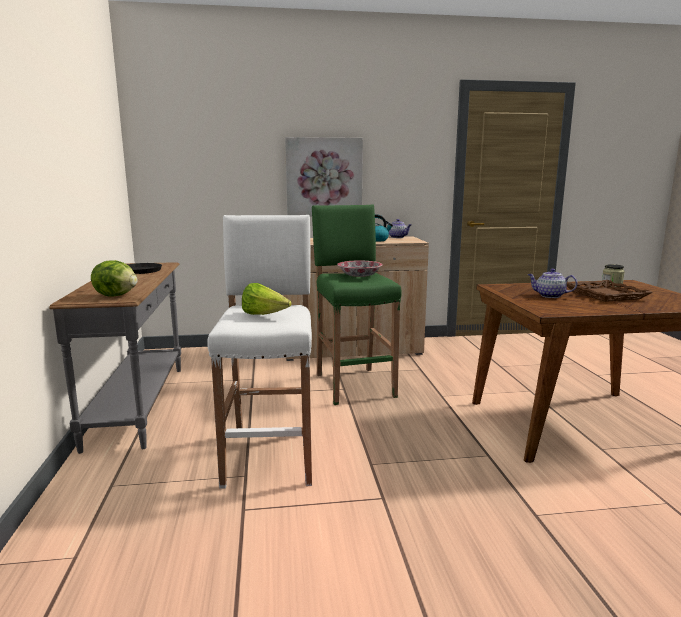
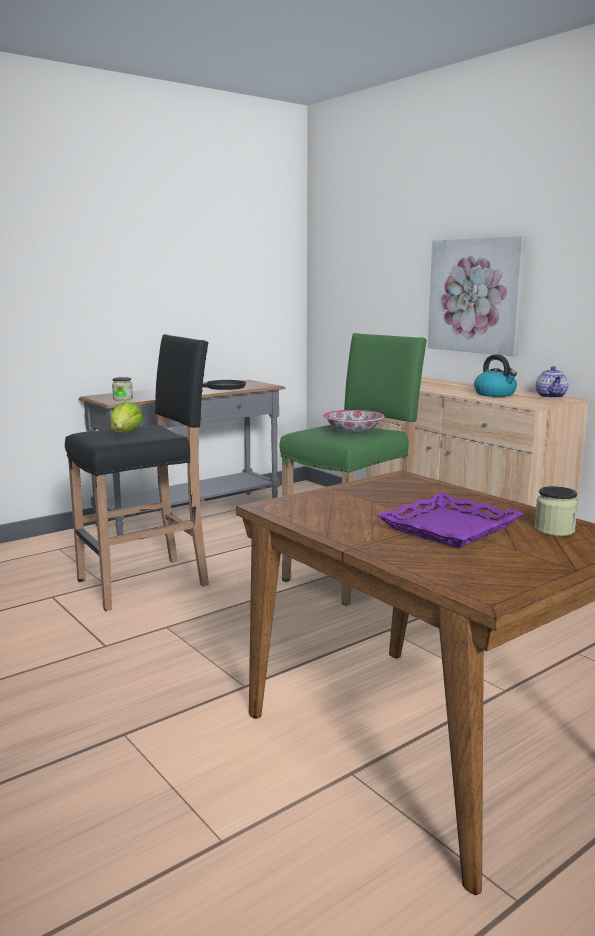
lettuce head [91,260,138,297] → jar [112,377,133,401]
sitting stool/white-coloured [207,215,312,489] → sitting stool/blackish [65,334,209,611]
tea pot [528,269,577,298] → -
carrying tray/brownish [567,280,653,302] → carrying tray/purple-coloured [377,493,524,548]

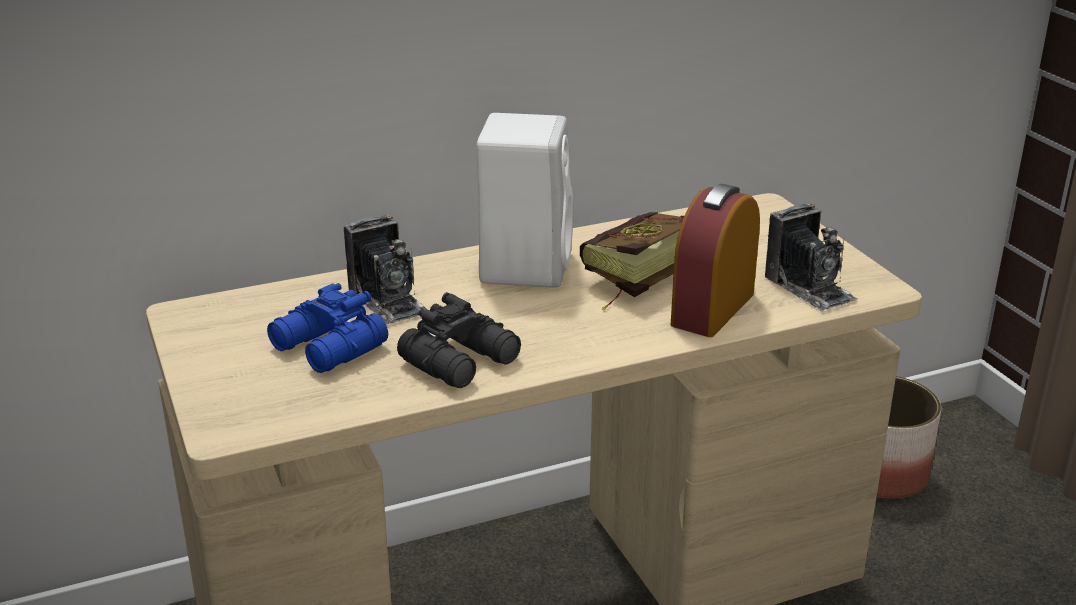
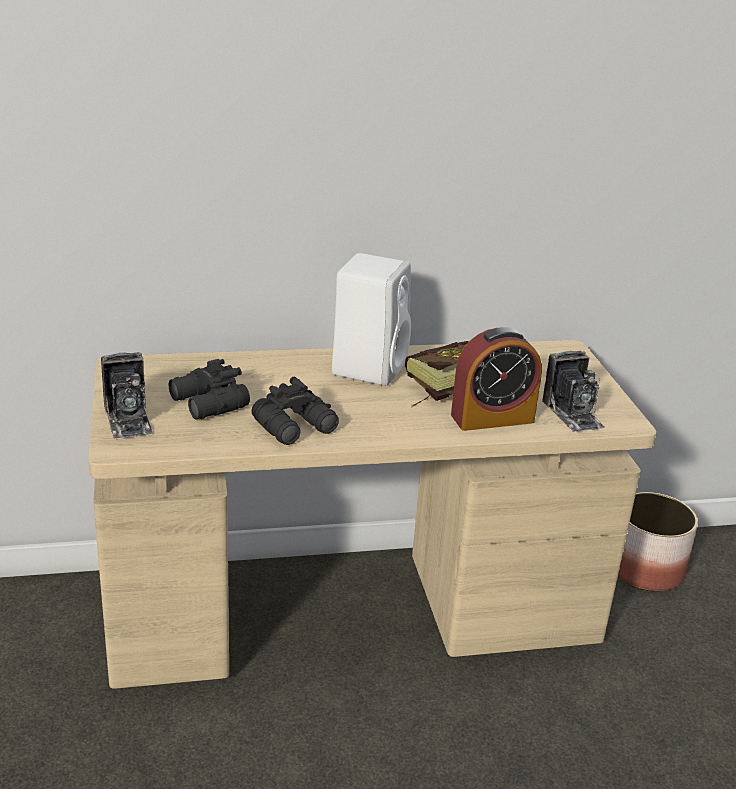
binoculars/bluish [267,283,388,373] → binoculars/blackish [169,359,250,420]
photo camera [344,215,427,325] → photo camera [101,352,153,439], move
bedside clock [671,184,760,337] → bedside clock [451,327,542,431], 150 degrees counterclockwise

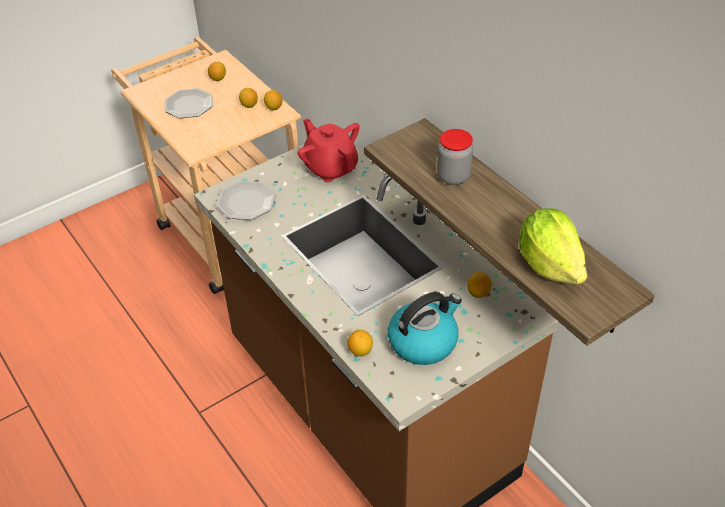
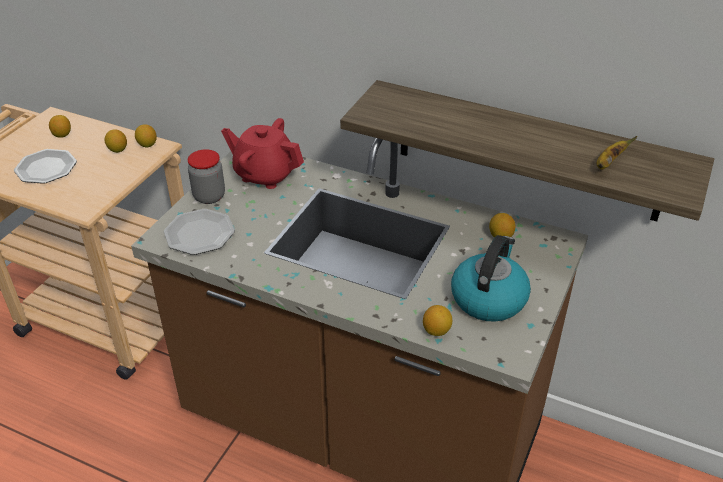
jar [437,129,473,185] → jar [188,149,225,204], move
lettuce head [519,208,587,284] → banana fruit [596,136,637,169]

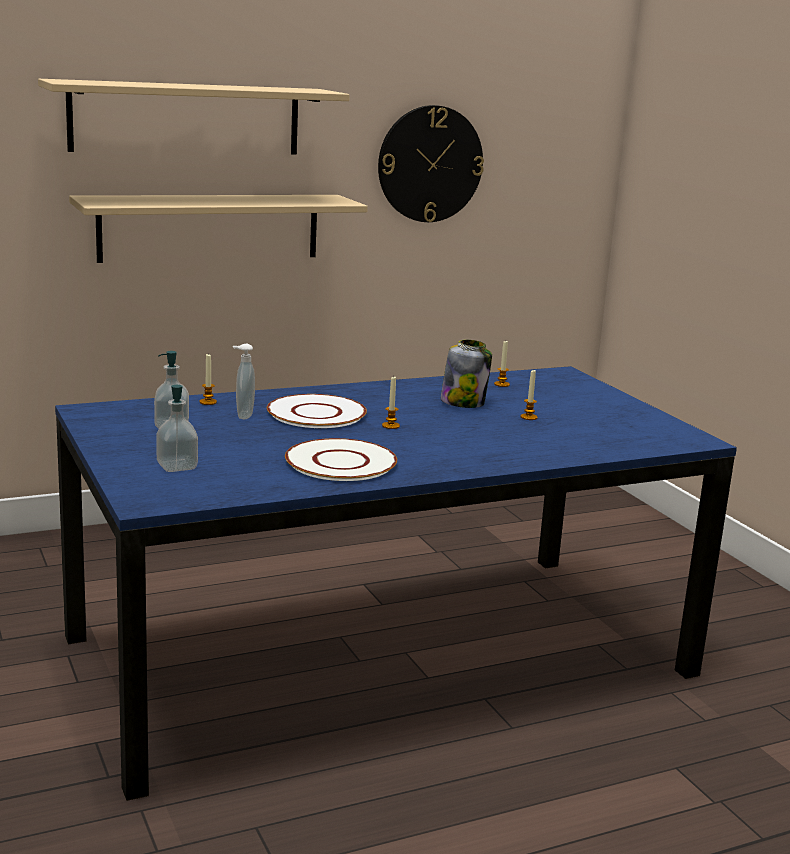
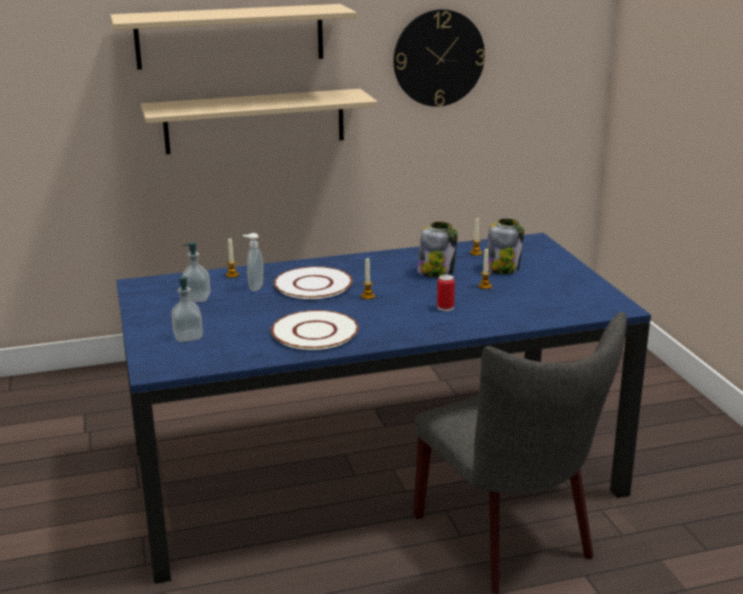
- → chair/gray [413,312,627,594]
- → metal can [437,275,455,311]
- → jar [486,219,524,274]

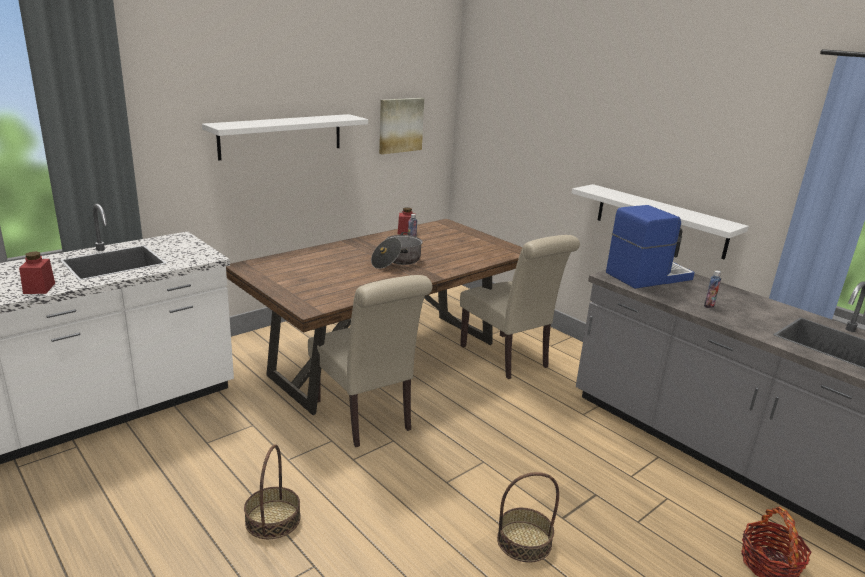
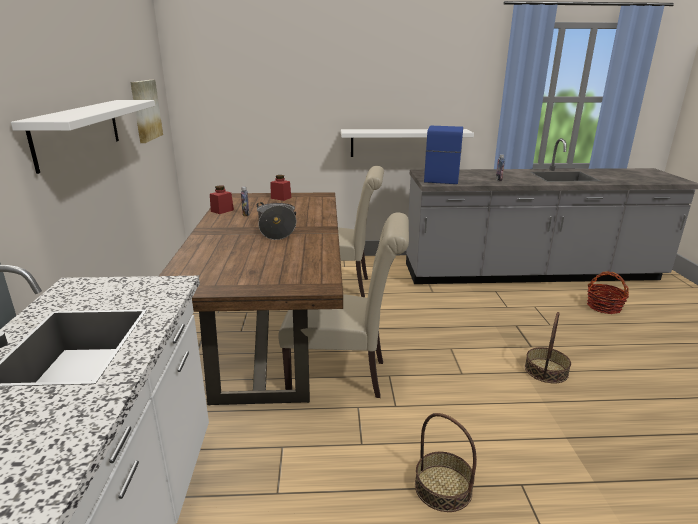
jar/red [19,252,55,294] → jar/red [271,175,291,201], move

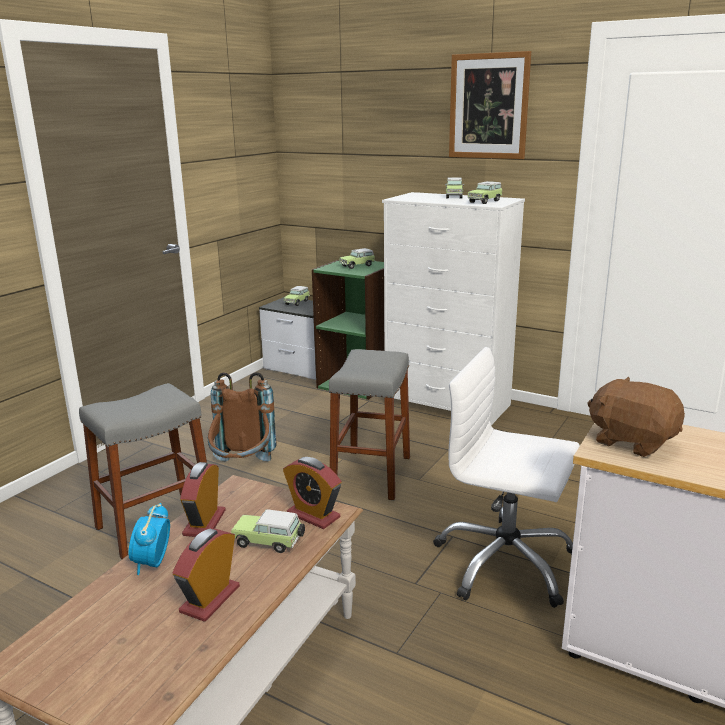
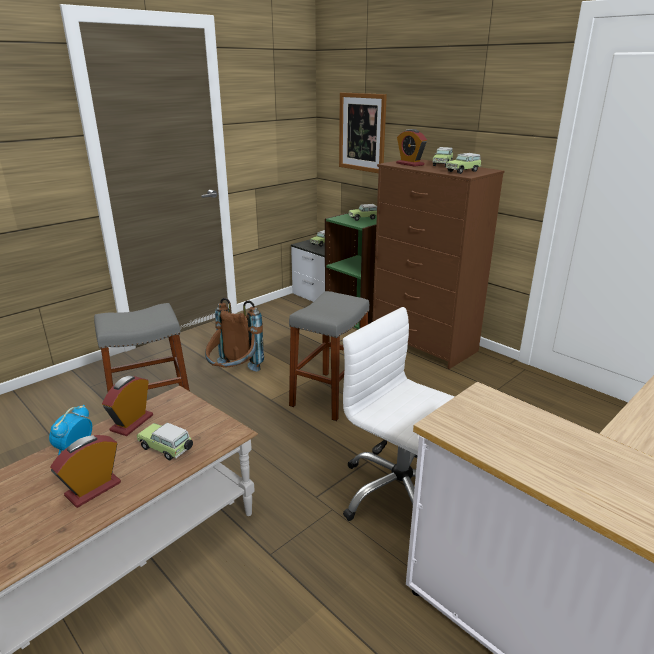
bedside clock [283,457,341,529] → bedside clock [396,129,427,167], move
dresser/white-coloured [382,192,525,425] → dresser/brownish [372,159,504,369]
picture [449,51,531,159] → picture [339,92,387,173], move
plush toy/brownish [587,377,685,457] → -

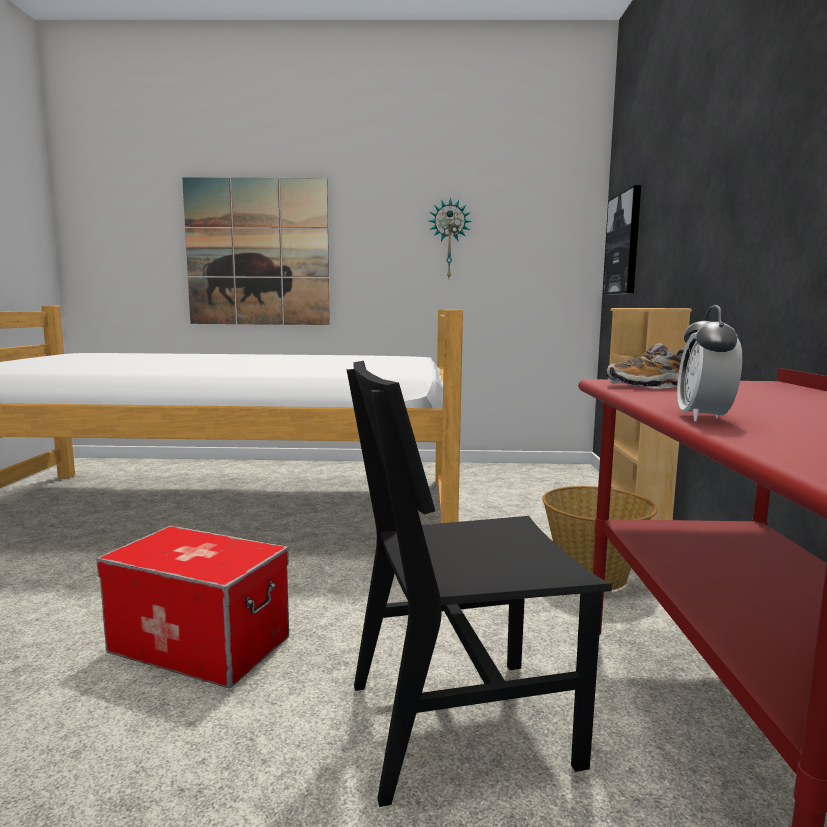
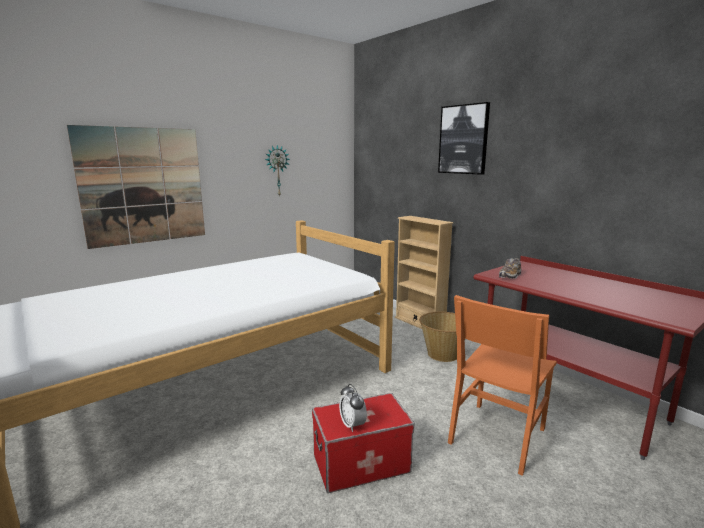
chair/blackish [347,361,612,807] → chair/orange-coloured [448,295,557,476]
picture [602,185,641,295] → picture [438,102,490,175], move
bedside clock [677,305,743,422] → bedside clock [339,384,367,432], move

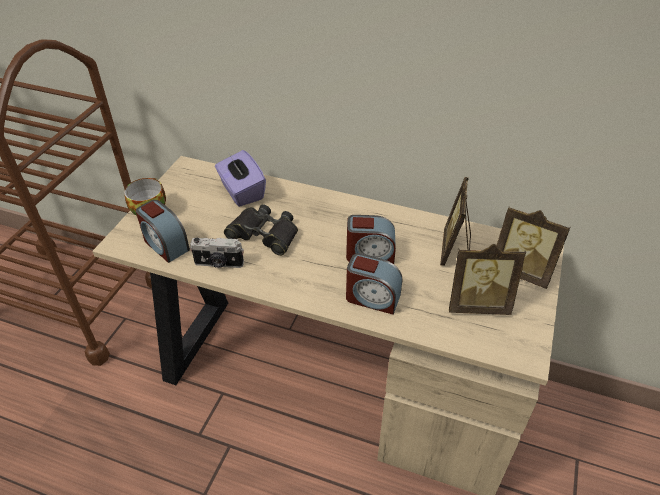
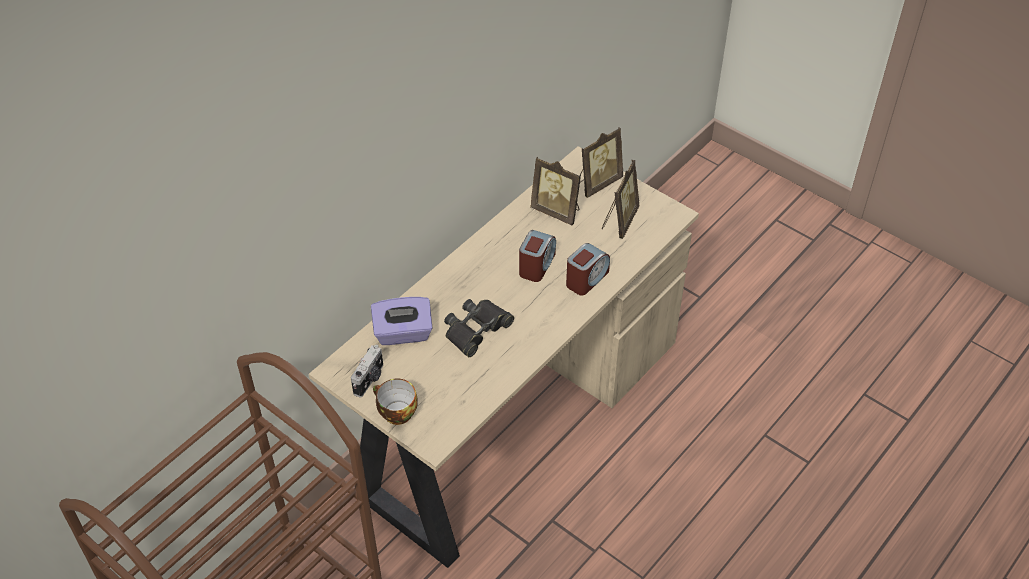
bedside clock [136,200,190,263] → -
photo camera [190,238,244,268] → photo camera [351,345,383,398], move

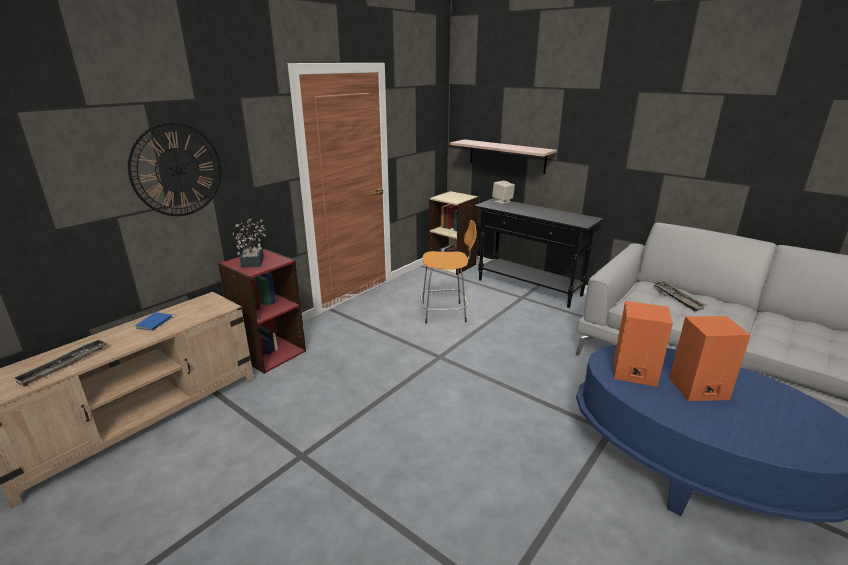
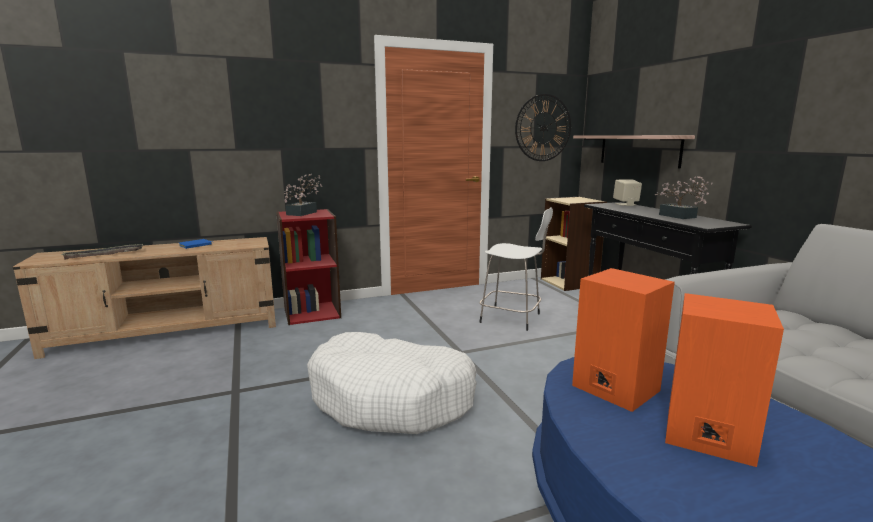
hanging clock [128,122,221,216] → hanging clock [515,94,571,161], move
sitting stool/orange-coloured [420,220,477,324] → sitting stool/white-coloured [479,207,553,331]
carrying tray [653,281,707,311] → -
- → pet bed/white-coloured [307,332,477,434]
- → potted plant [655,176,713,219]

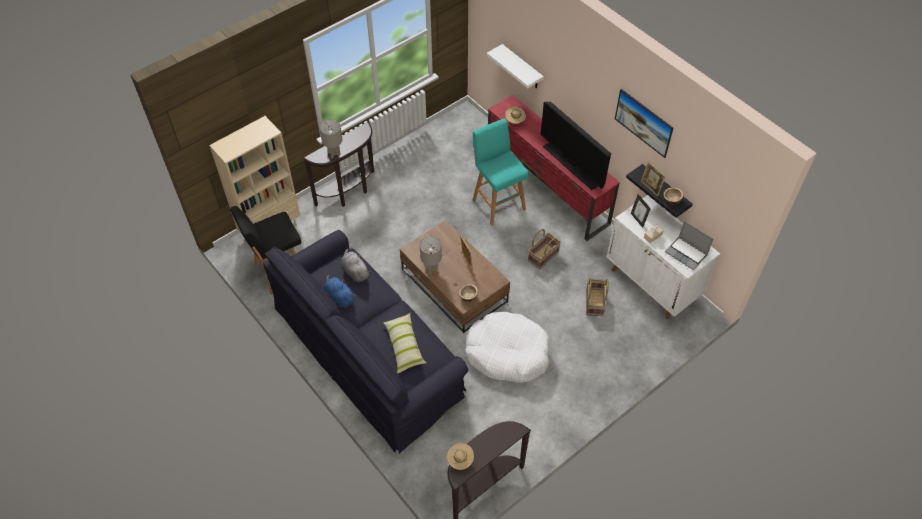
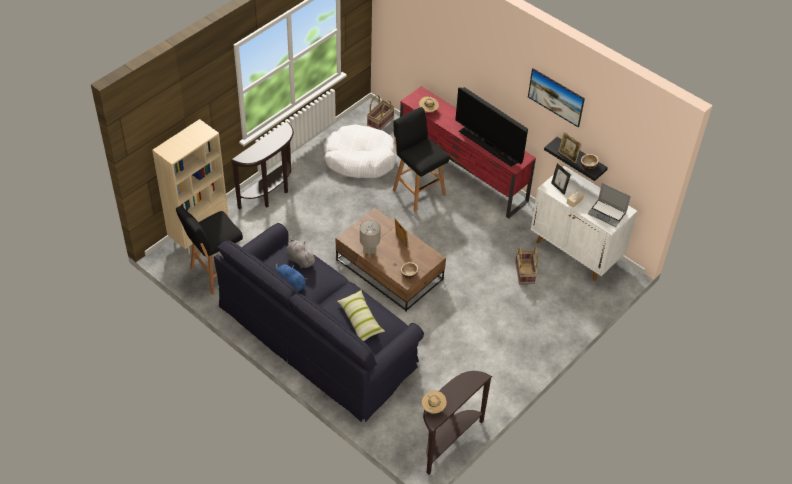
lamp for a table/gray [319,119,343,158] → -
pet bed/white-coloured [465,312,549,383] → pet bed/white-coloured [324,124,396,178], move
sitting stool/turquoise [472,118,529,226] → sitting stool/blackish [393,107,449,212]
bracket shelf/white-coloured [487,44,544,88] → -
basket [528,229,561,269] → basket [367,95,395,130], move

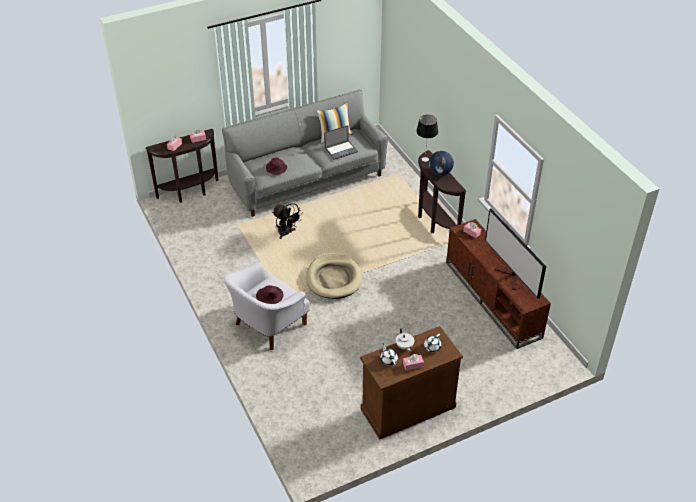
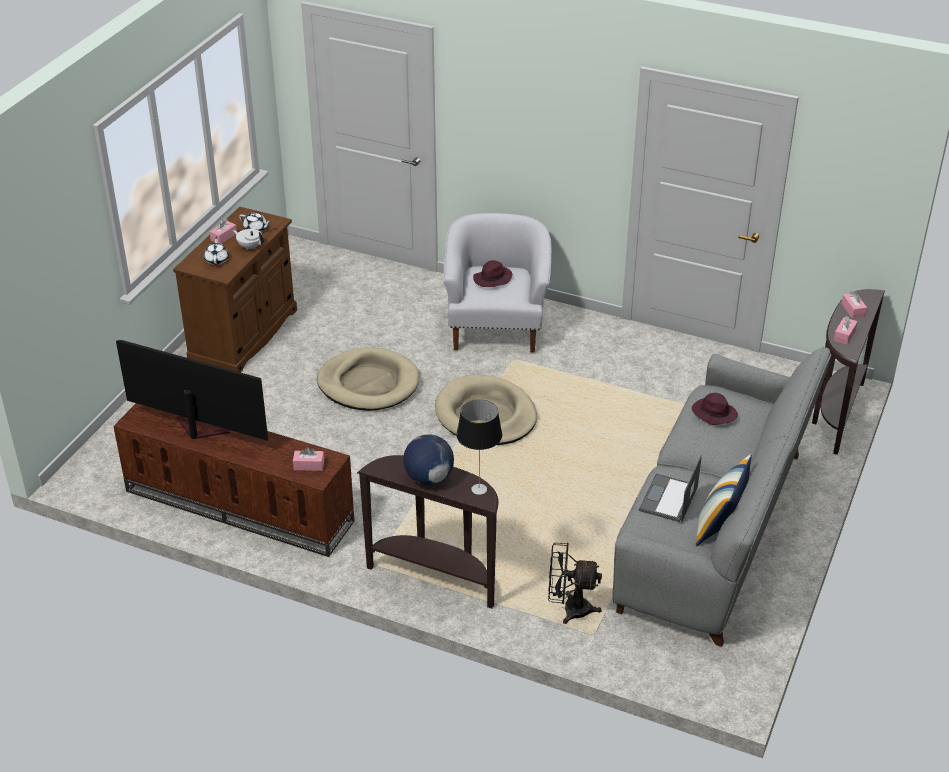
electric fan/blackish [272,203,303,239] → electric fan/blackish [548,543,602,624], move
- → pet bed/sand-coloured [317,347,419,411]

